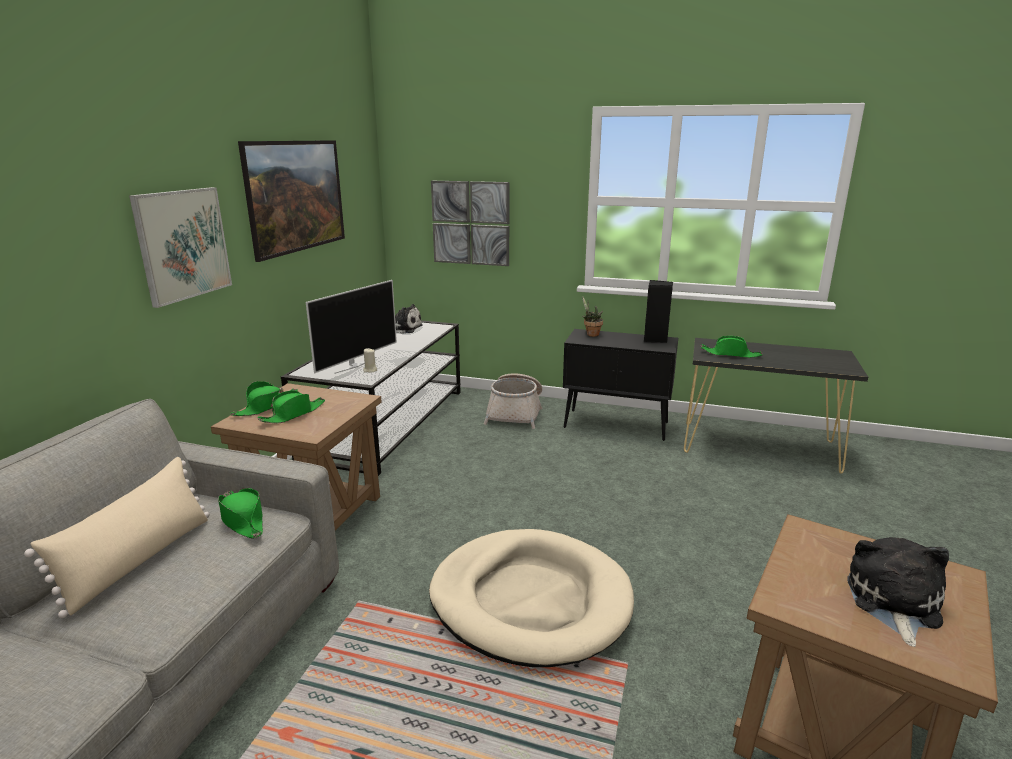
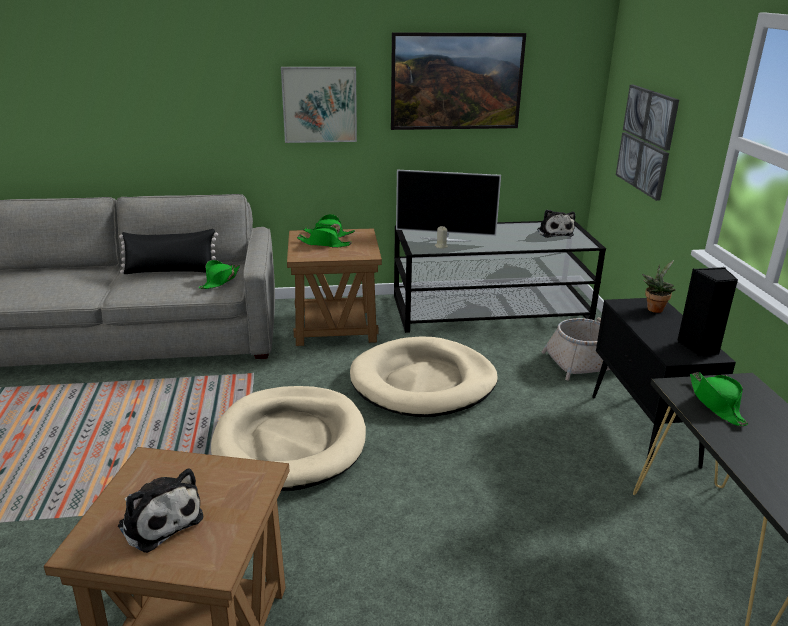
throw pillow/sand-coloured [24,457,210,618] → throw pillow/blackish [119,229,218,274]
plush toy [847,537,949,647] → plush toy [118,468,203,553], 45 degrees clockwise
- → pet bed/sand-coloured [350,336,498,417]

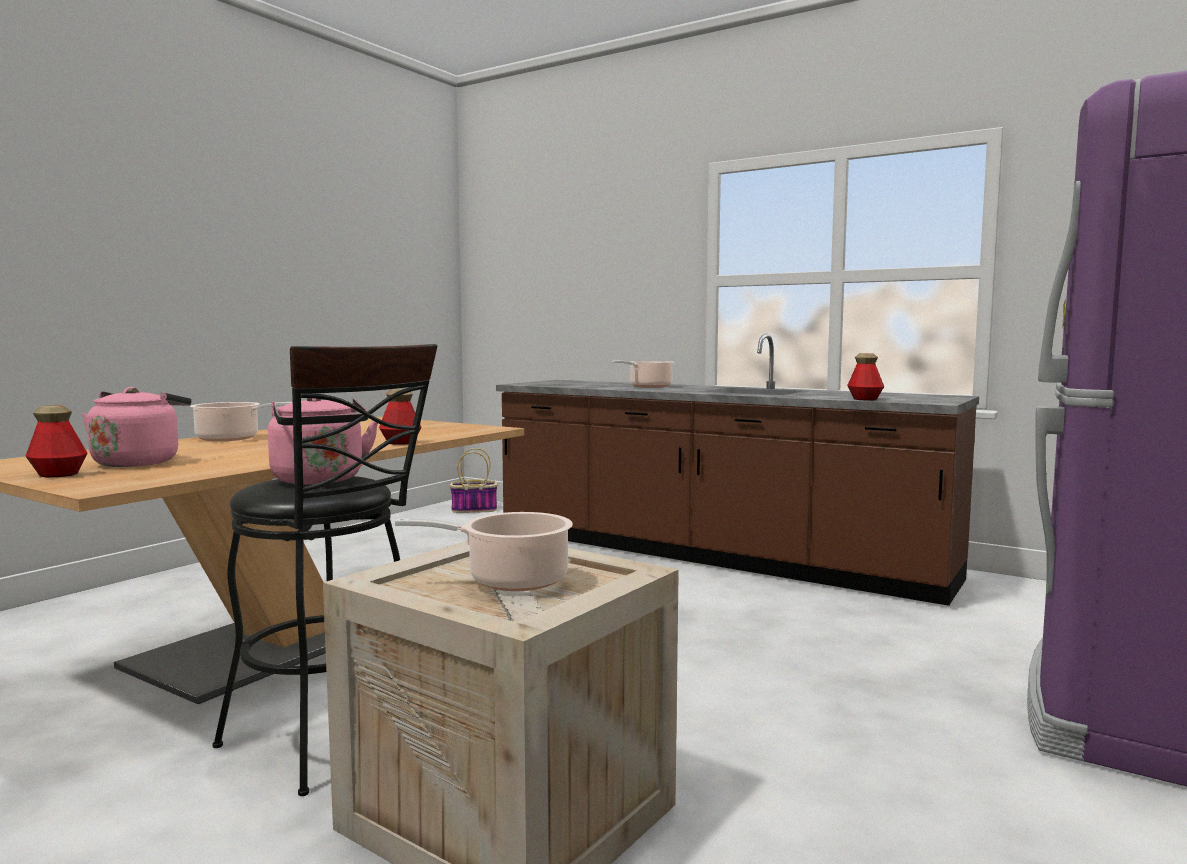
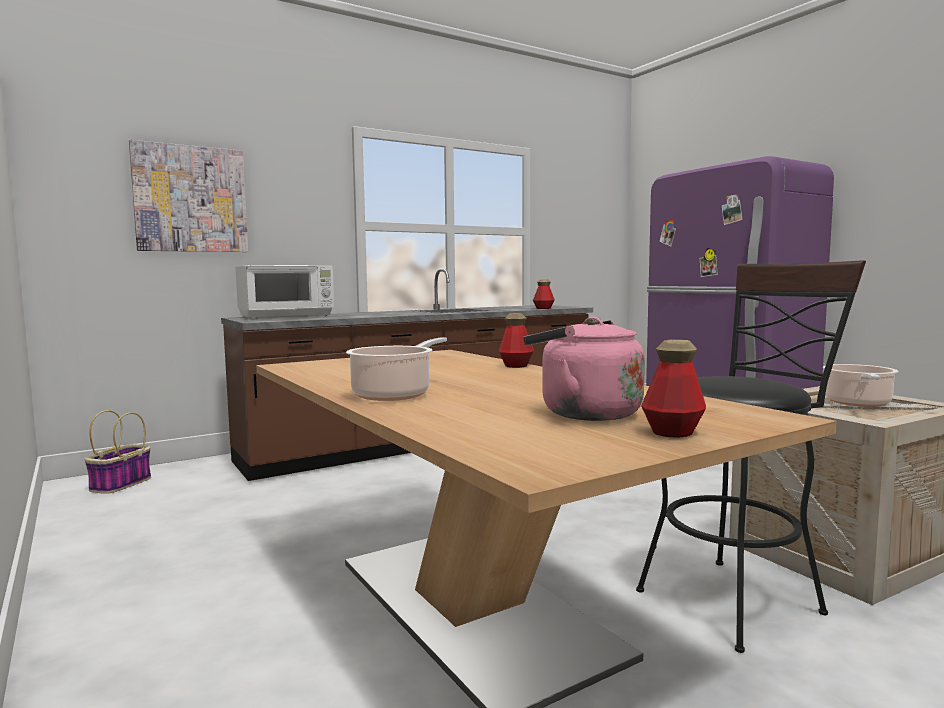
tea kettle/pink [268,398,378,485] → -
saucepot [612,361,674,388] → -
- → picture [129,140,248,252]
- → microwave oven/white-coloured [235,265,334,319]

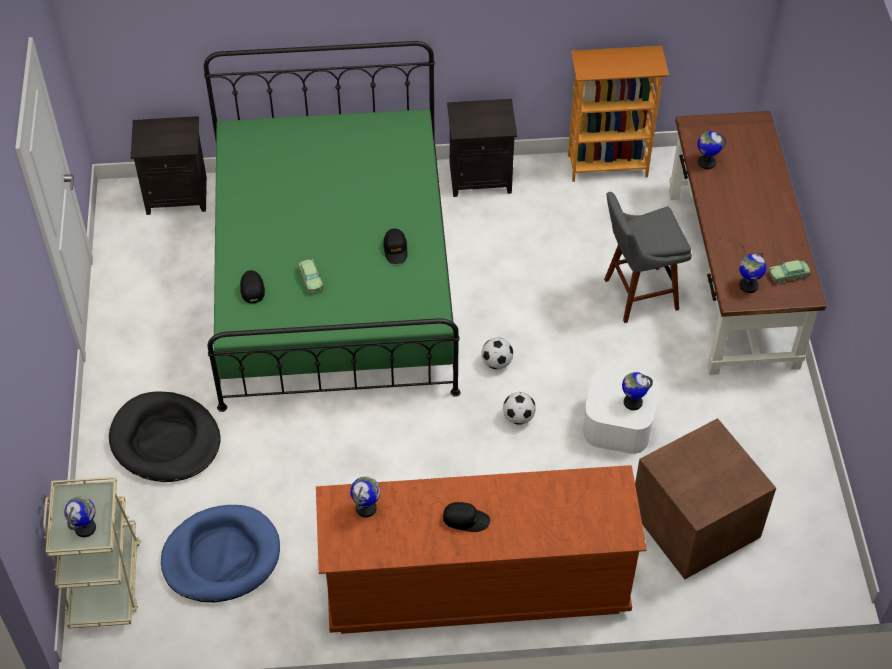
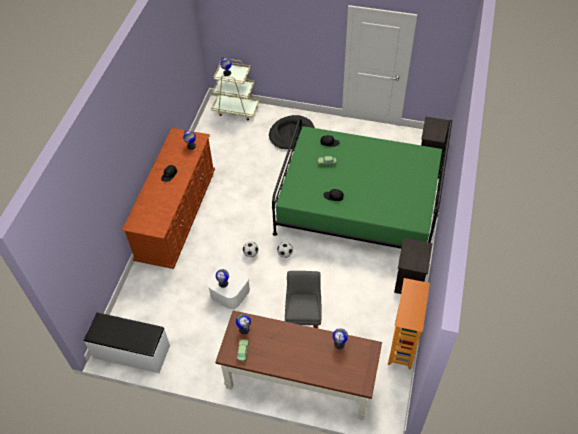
pet bed/bluish [161,505,280,602] → -
storage container/brownish [635,418,776,579] → -
- → indoor bench/white-coloured [84,313,170,373]

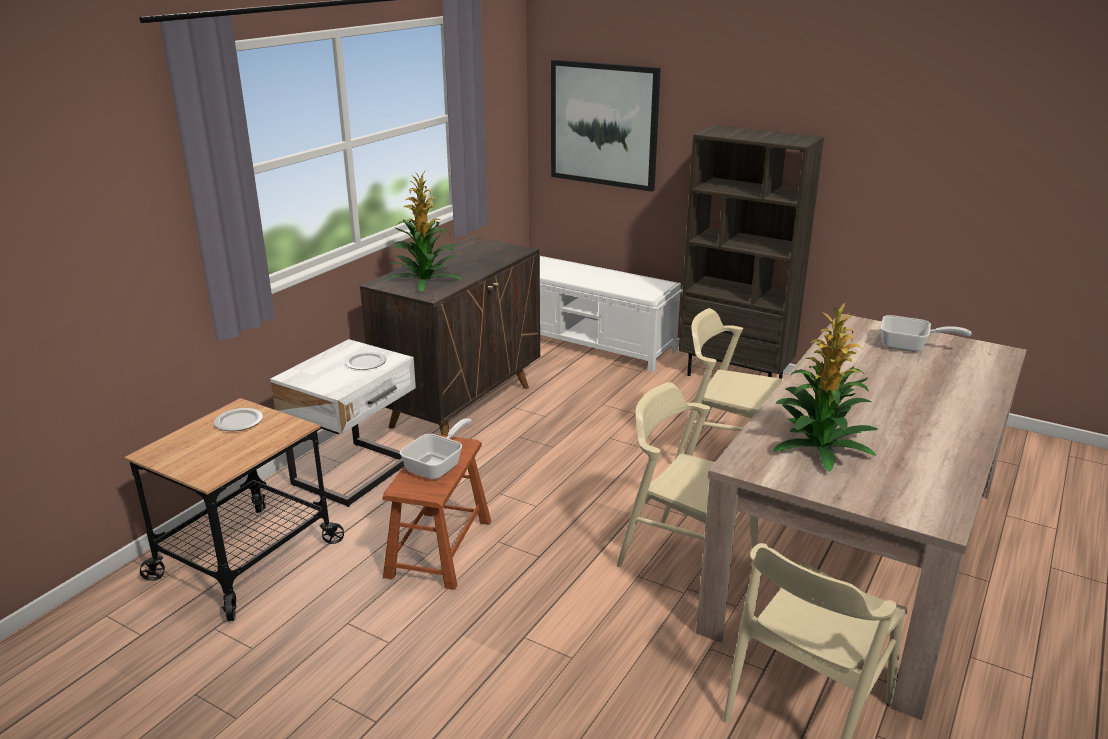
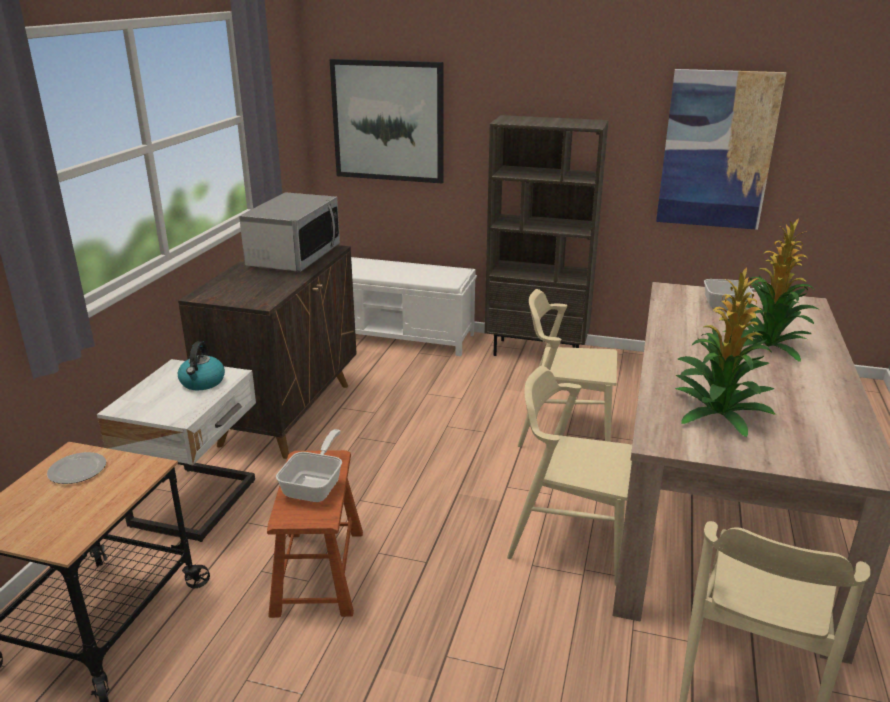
flat dish [345,352,387,370] → tea kettle [178,341,225,390]
potted plant [387,170,461,292] → potted plant [723,219,820,362], move
- → microwave oven [239,192,340,272]
- → picture [656,69,786,230]

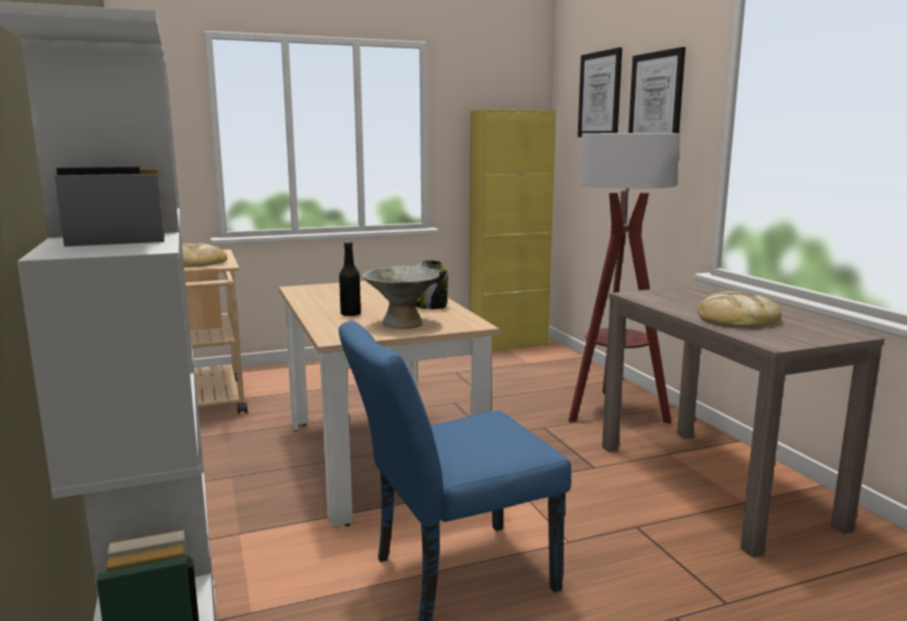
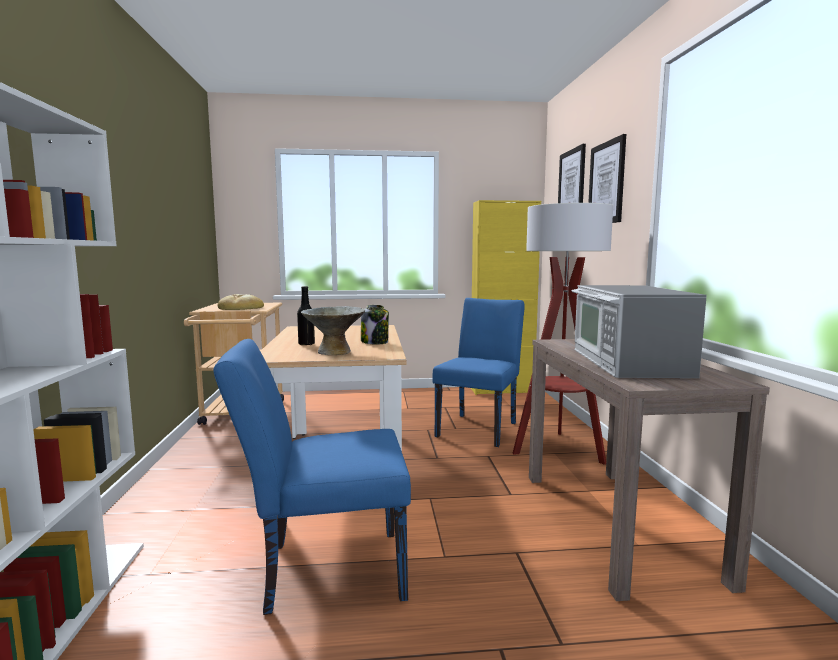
baked bread [698,291,782,328] → microwave oven [572,285,707,378]
- → chair/bluish [432,298,524,447]

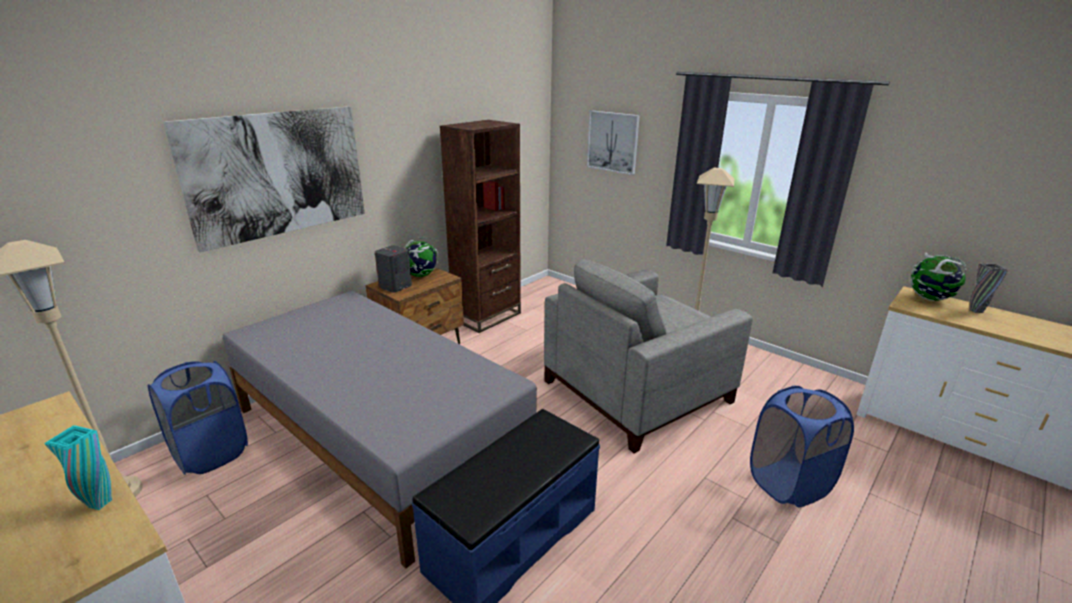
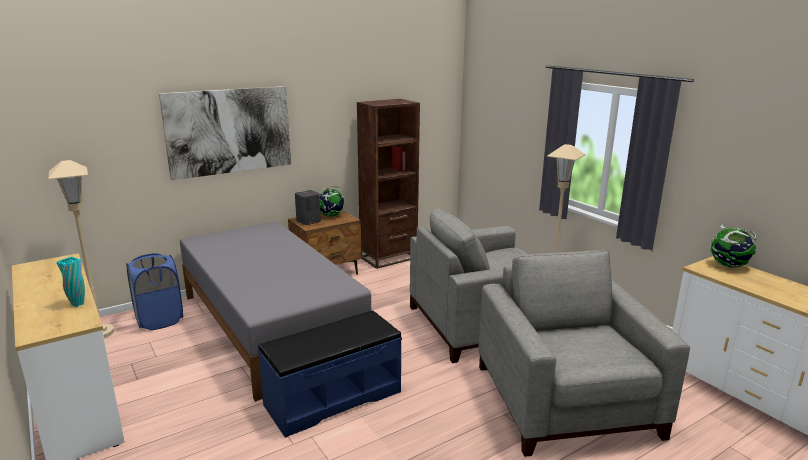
picture [587,111,640,175] → -
washing basket/bluish [750,385,854,508] → lounge chair/gray [478,250,690,457]
decorative vase/gray [969,264,1008,313] → -

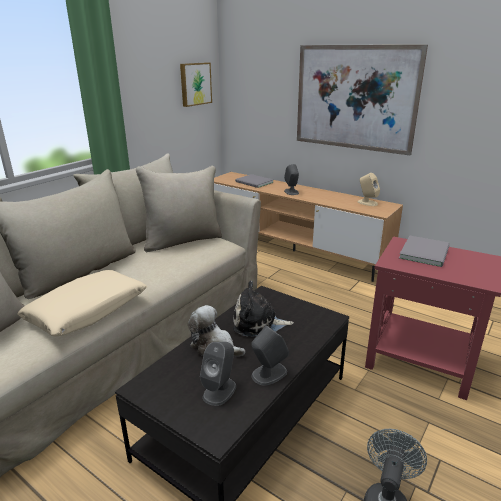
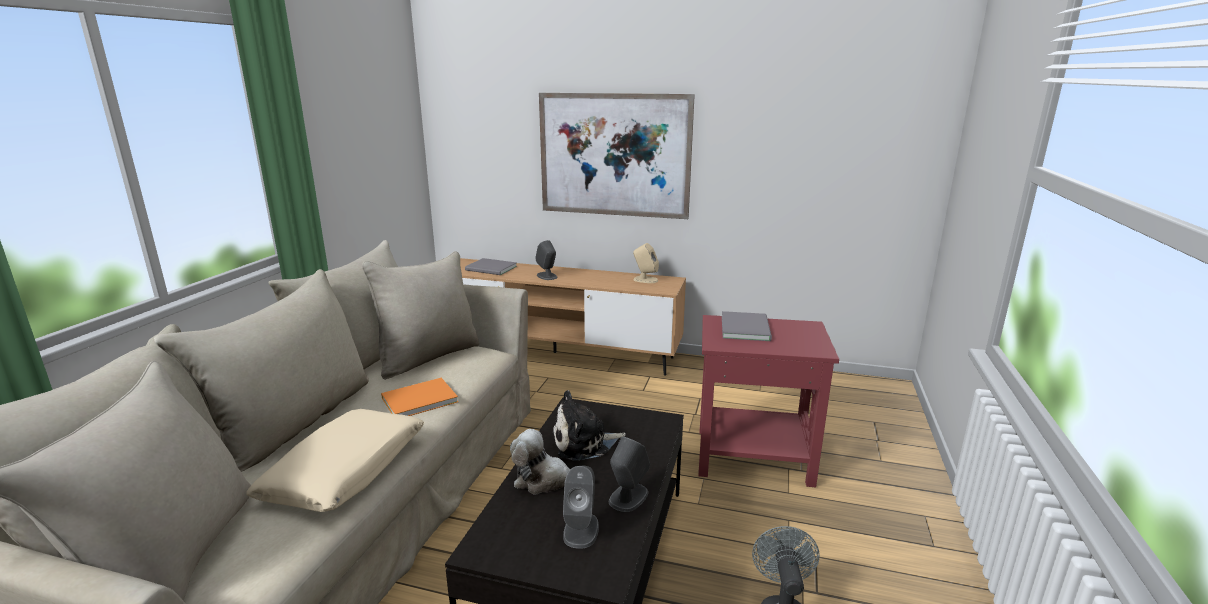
picture [180,62,212,107] → -
- → volume/orange-coloured [381,378,458,416]

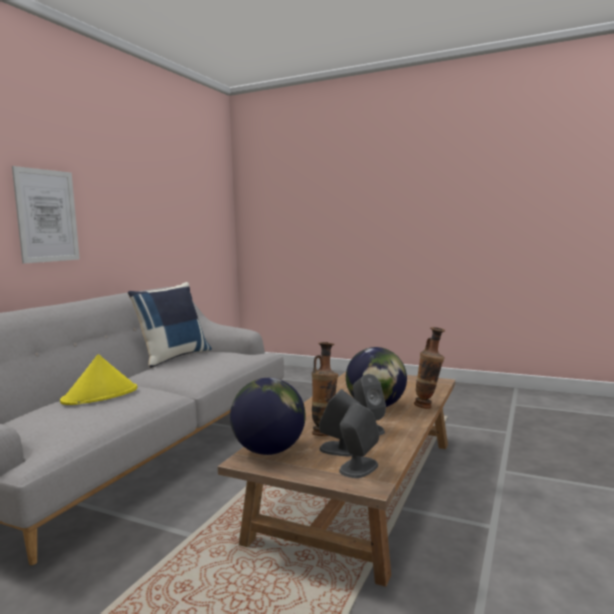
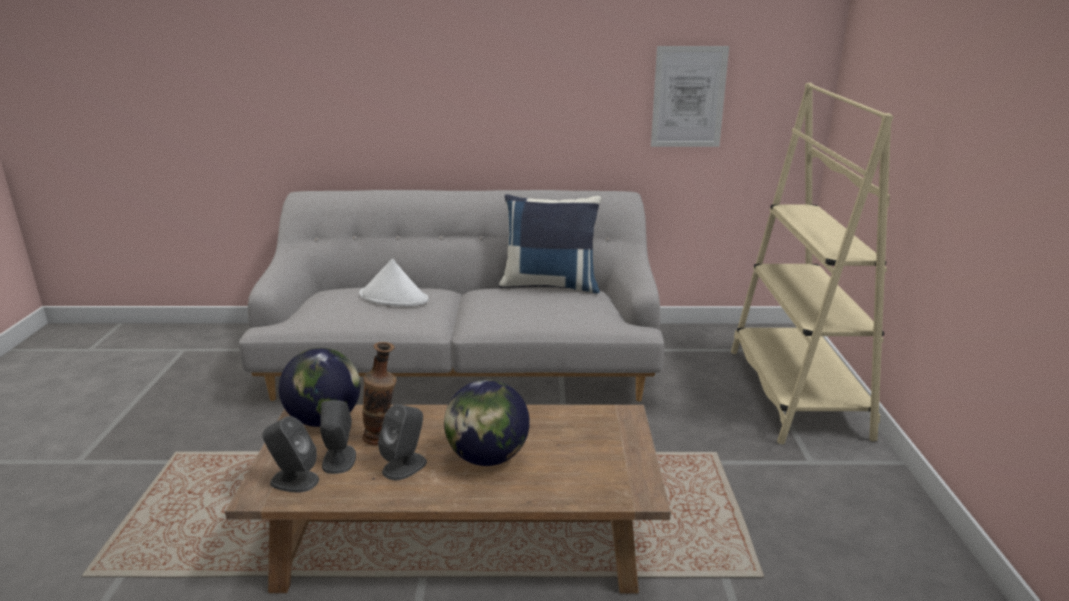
picture [12,166,80,264] → picture [651,46,729,147], move
hat/yellowish [60,354,137,405] → hat/white-coloured [359,259,429,307]
decorative vase [414,327,445,409] → -
- → bookcase/sand-coloured [731,83,893,444]

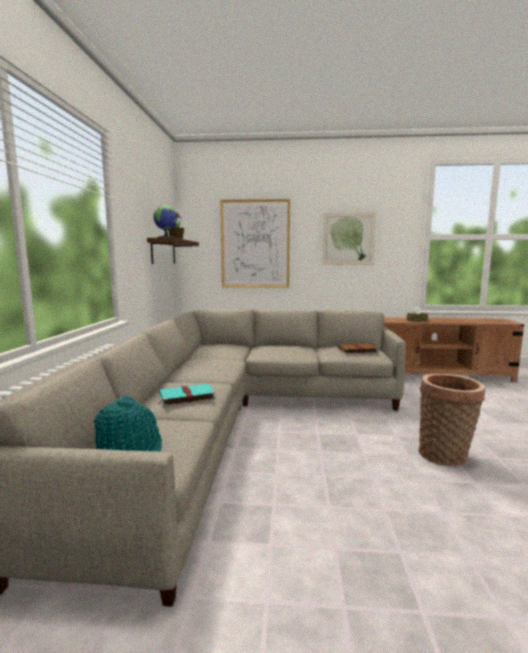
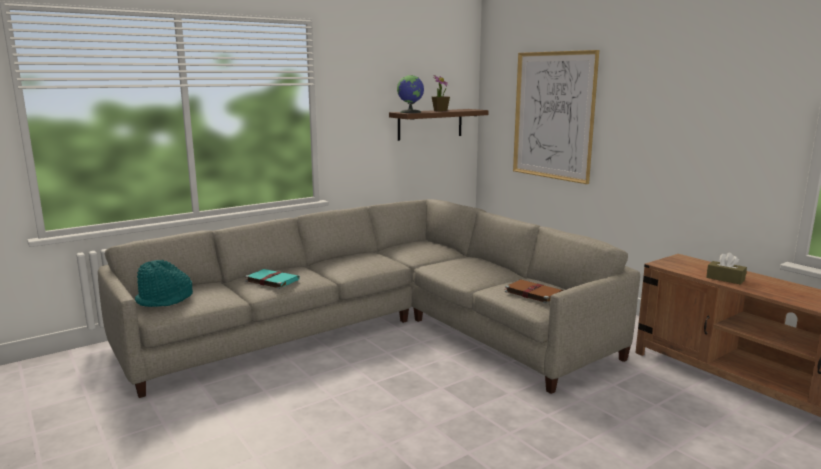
picture [322,212,376,265] → -
basket [419,374,485,466] → -

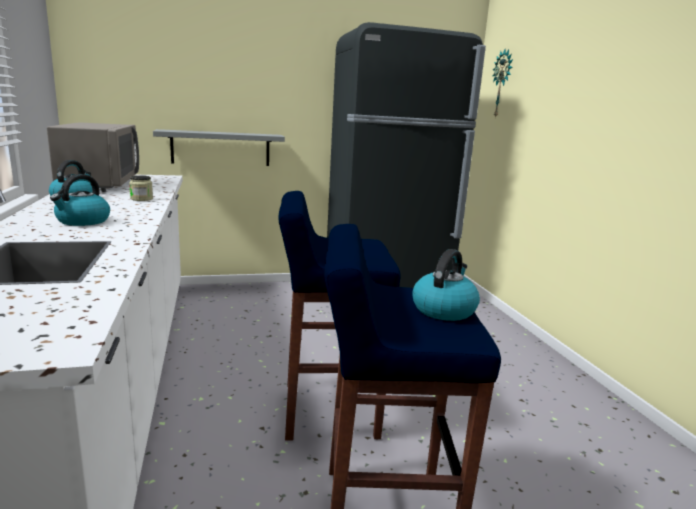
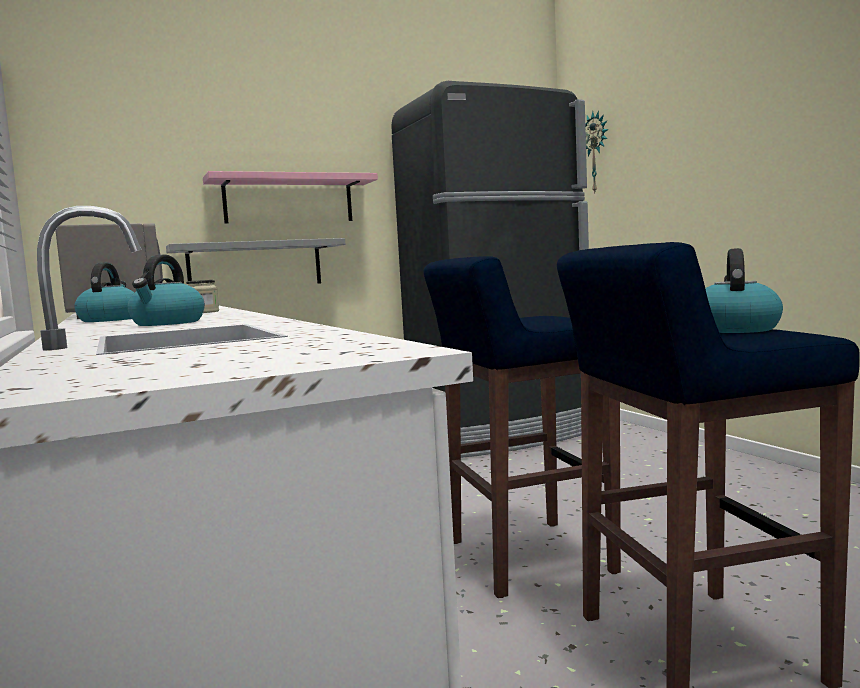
- → bracket shelf/pink [203,171,378,224]

